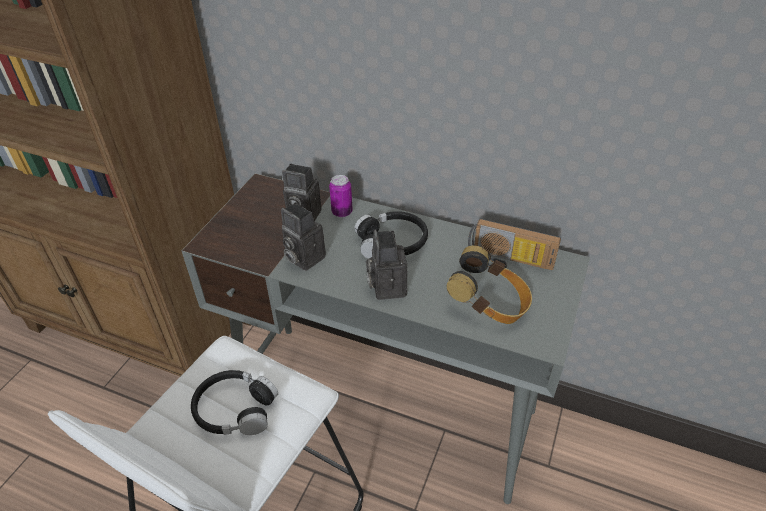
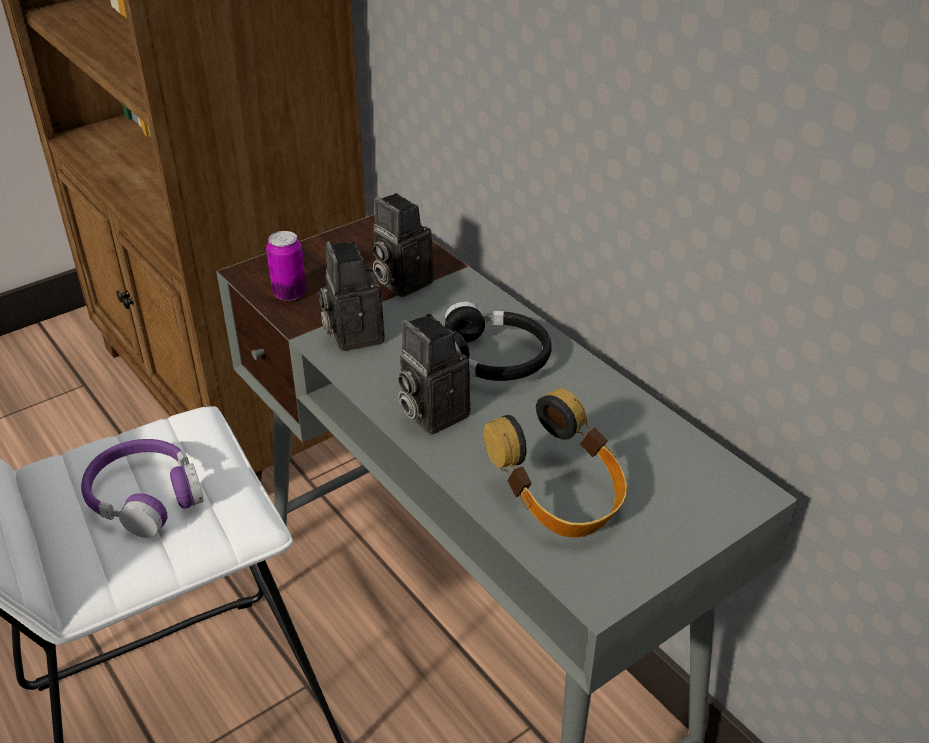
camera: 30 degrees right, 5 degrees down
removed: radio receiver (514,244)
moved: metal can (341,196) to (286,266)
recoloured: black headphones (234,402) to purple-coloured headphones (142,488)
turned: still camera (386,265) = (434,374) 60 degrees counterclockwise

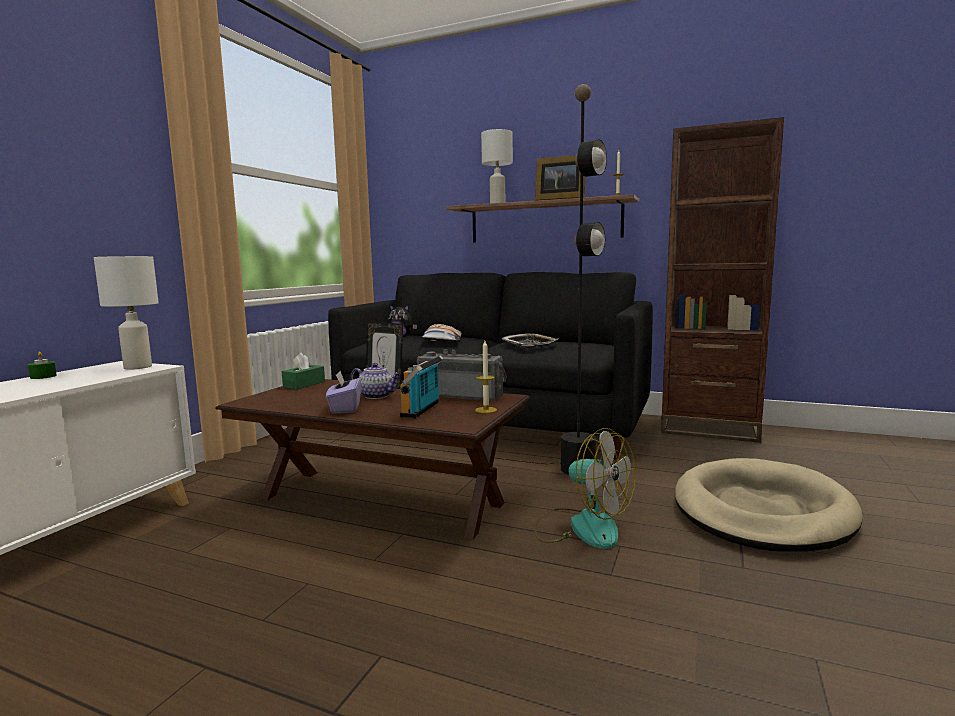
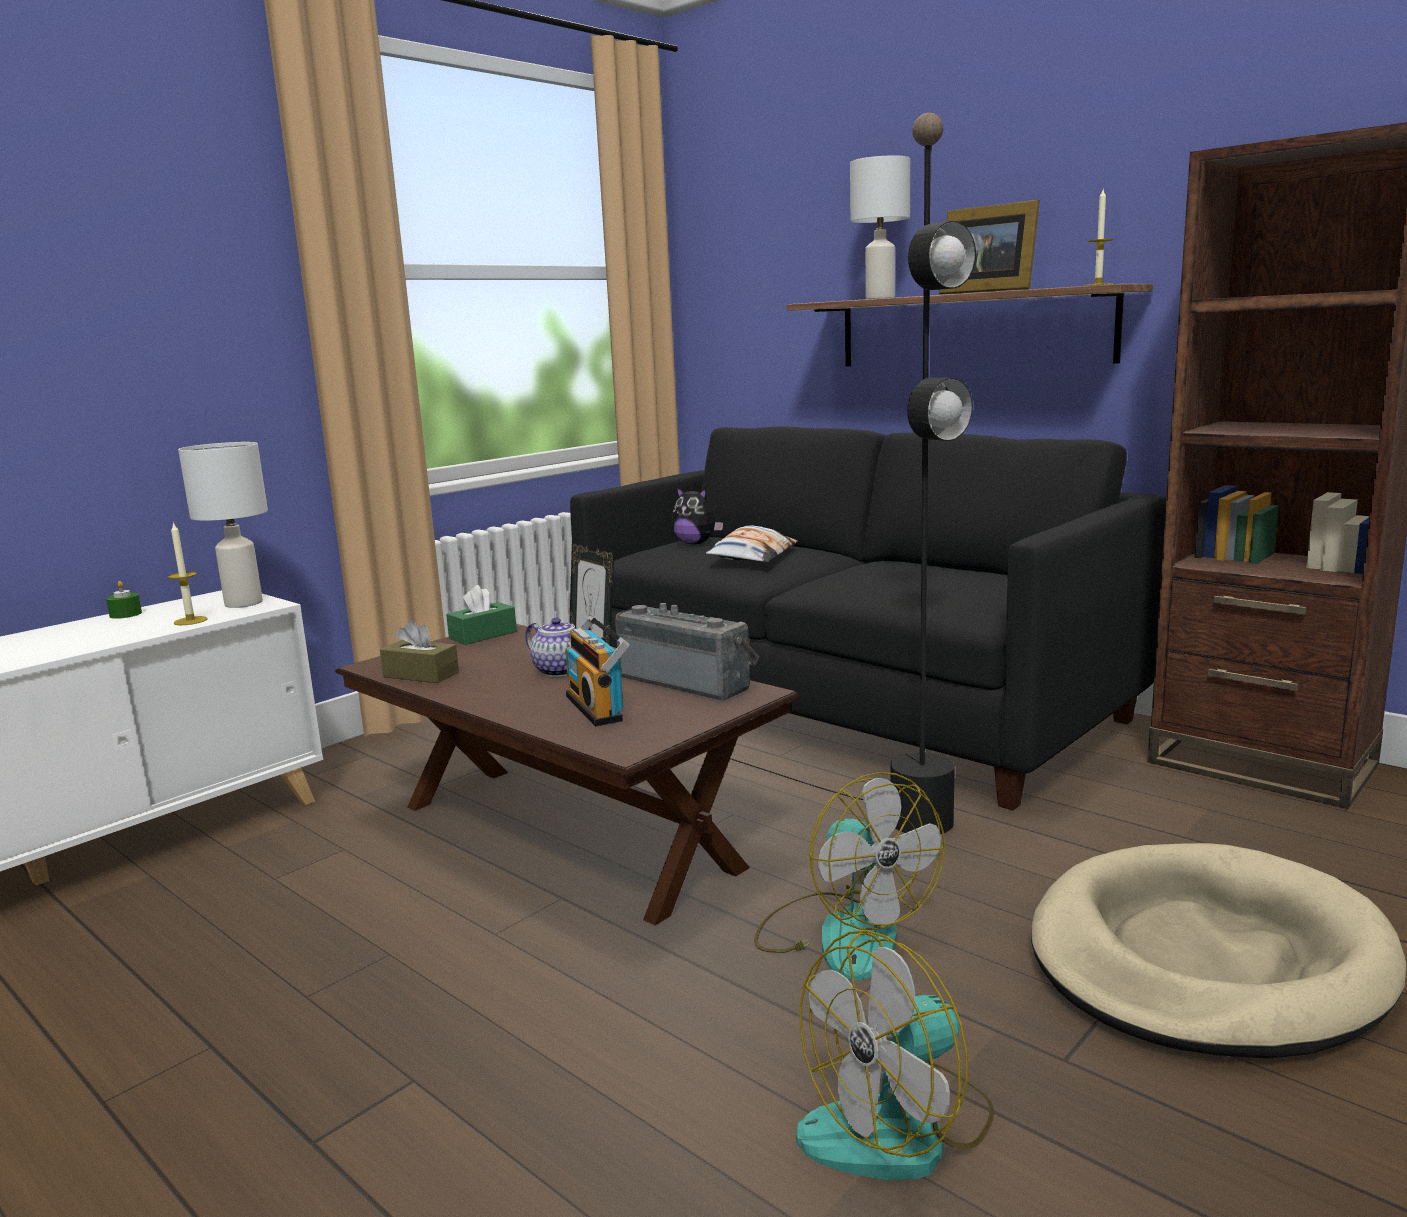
camera: 20 degrees right, 5 degrees up
removed: tray (529,340); purple-coloured tissue holder (343,392)
added: brown-coloured tissue holder (419,651); electric fan (895,1055)
moved: wax light (486,377) to (188,573)
turned: radio receiver (422,386) = (597,671) 60 degrees counterclockwise

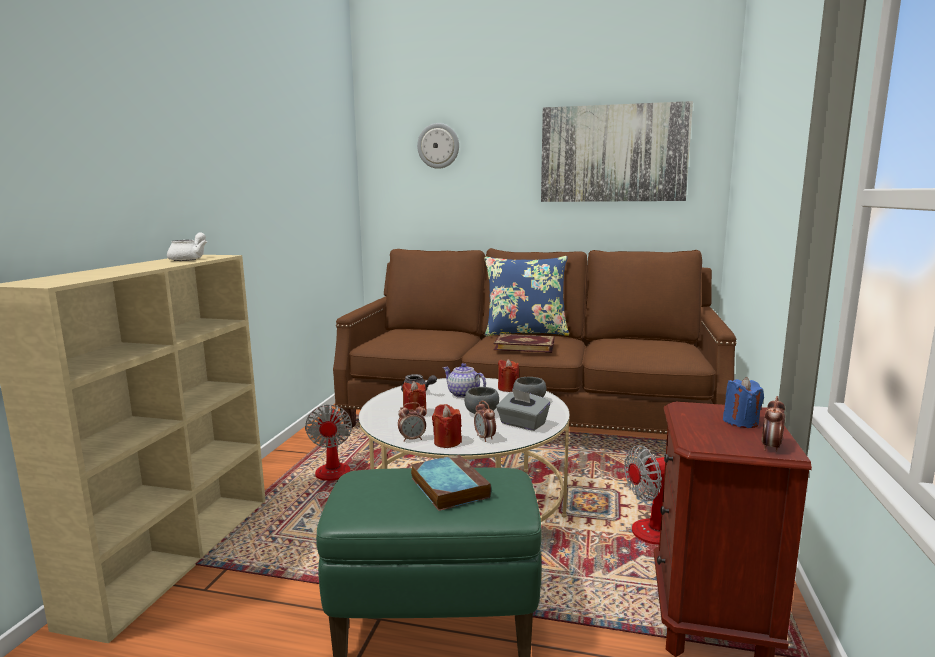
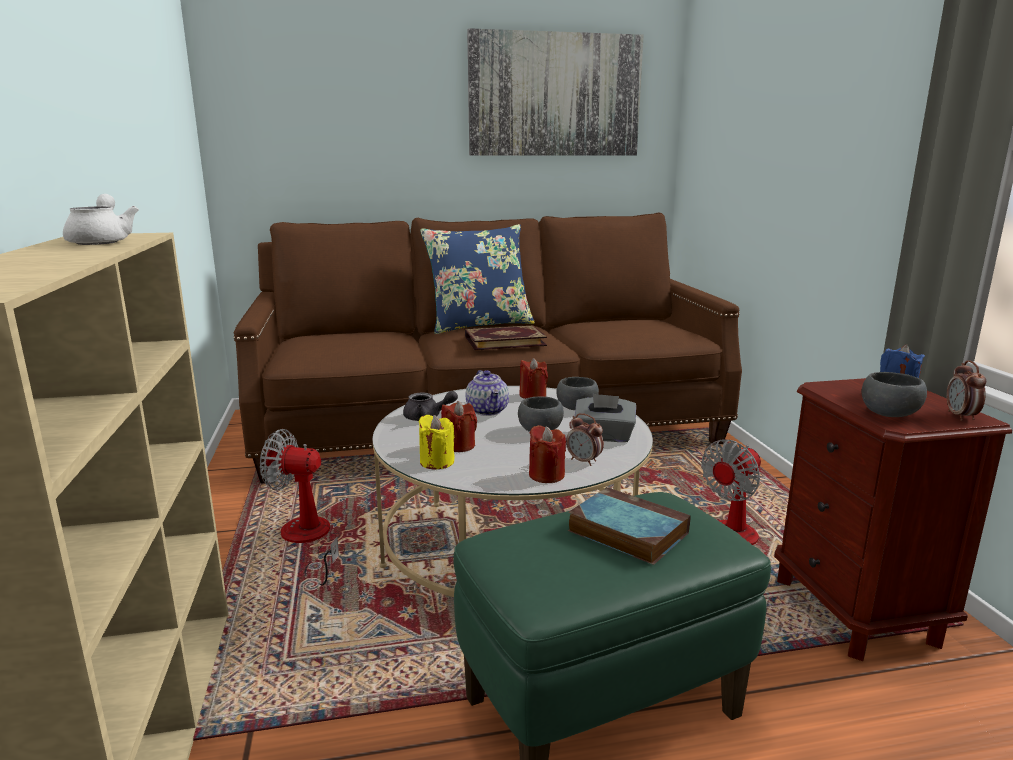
camera: 25 degrees left, 5 degrees up
removed: hanging clock (438,146); table clock (412,422)
added: gray deep dish (894,394); yellowish wax light (437,442)
turned: teapot (464,380) = (487,393) 120 degrees counterclockwise; electric fan (349,442) = (302,507) 135 degrees clockwise

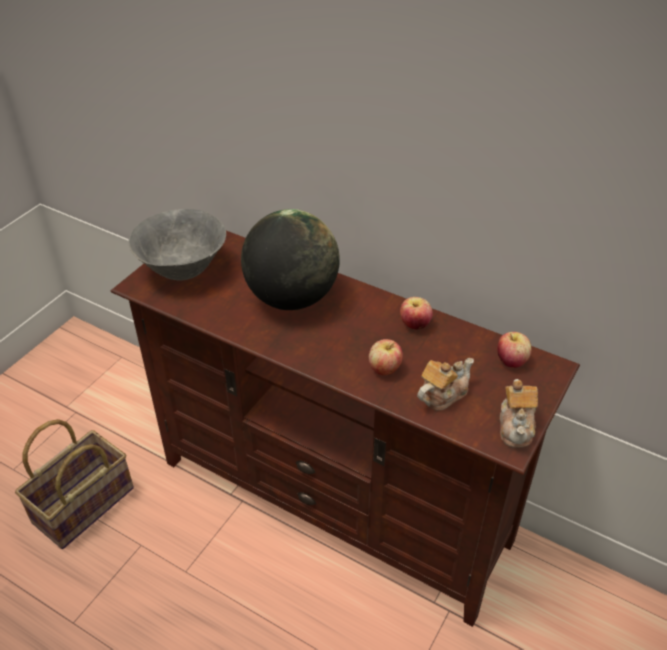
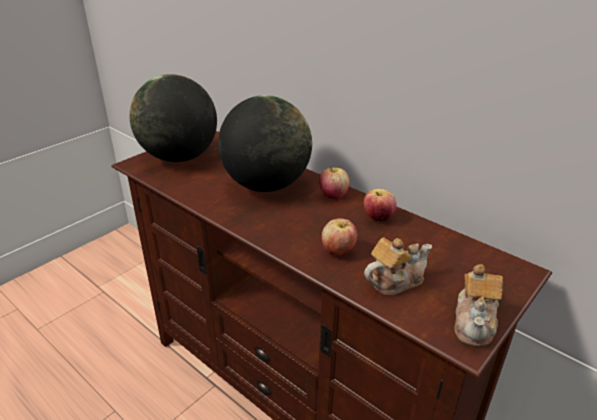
camera: 10 degrees right, 10 degrees down
removed: storage basket (74,484)
moved: apple (514,350) to (334,182)
replaced: gray deep dish (177,245) to globe (173,118)

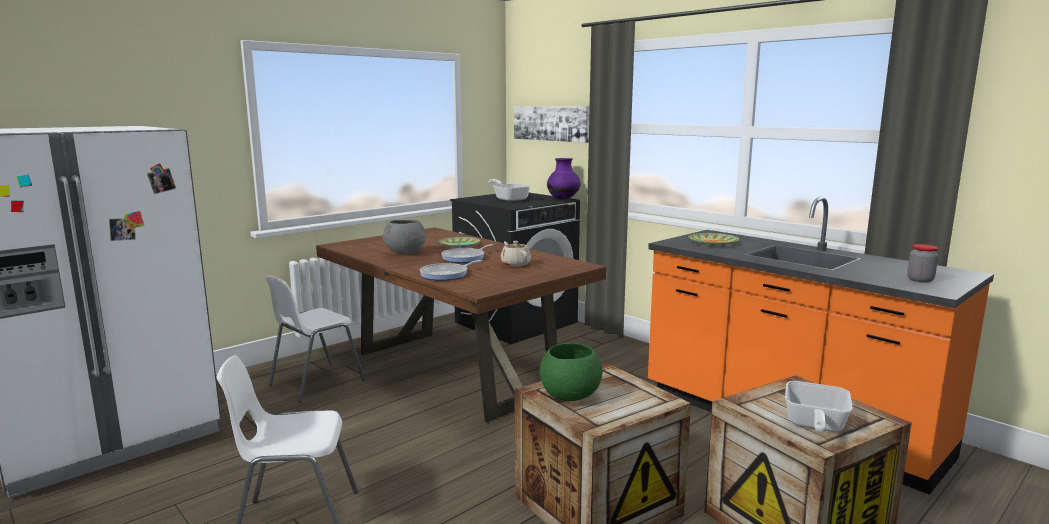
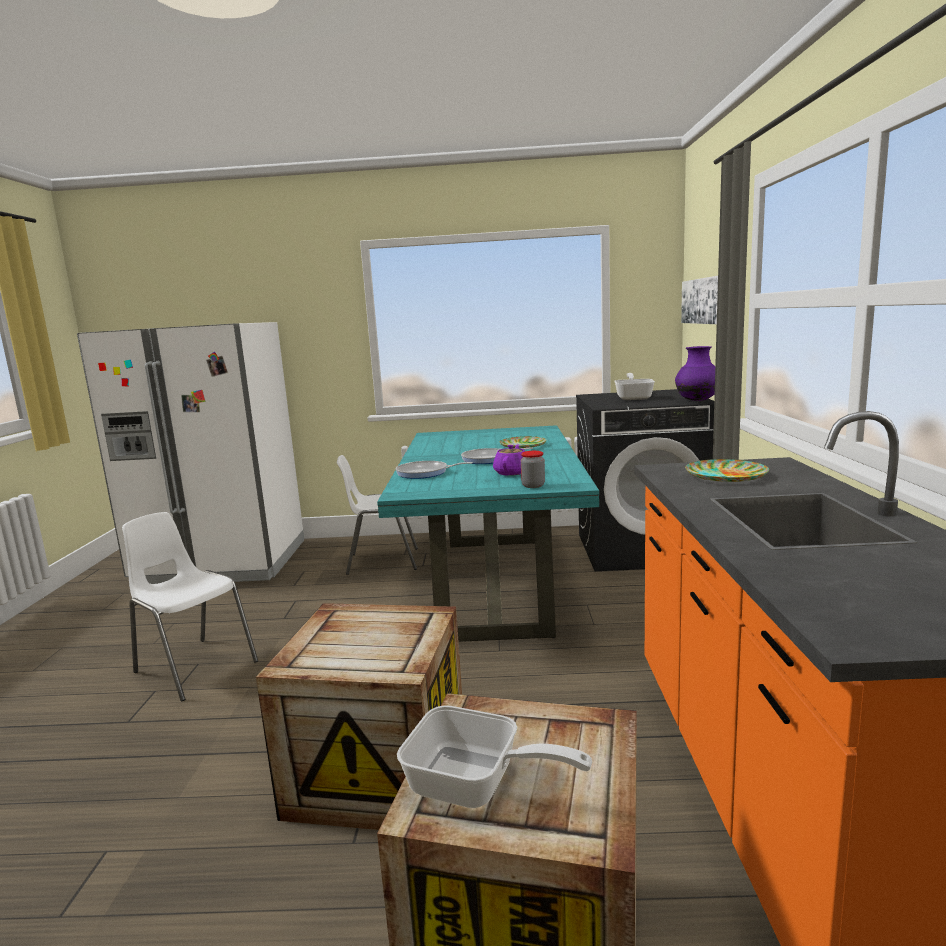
camera: 45 degrees right, 0 degrees up
removed: gray deep dish (404,237); greenish deep dish (571,372)
moved: preserve jar (923,263) to (533,469)
recoloured: brown-coloured dining table (461,325) to turquoise dining table (488,533); beige teapot (515,254) to purple-coloured teapot (509,460)
turned: frying pan (819,406) = (494,756) 135 degrees counterclockwise

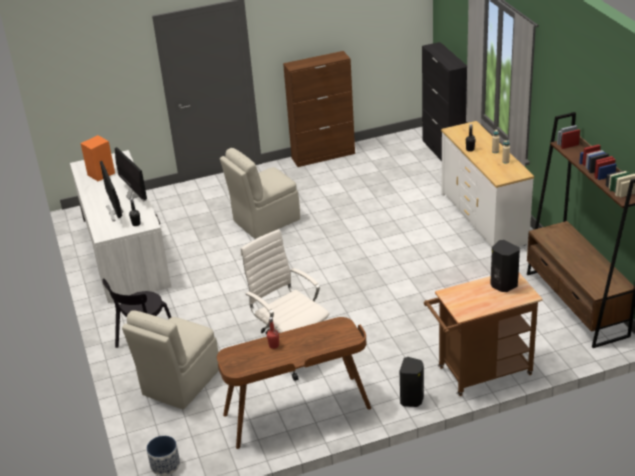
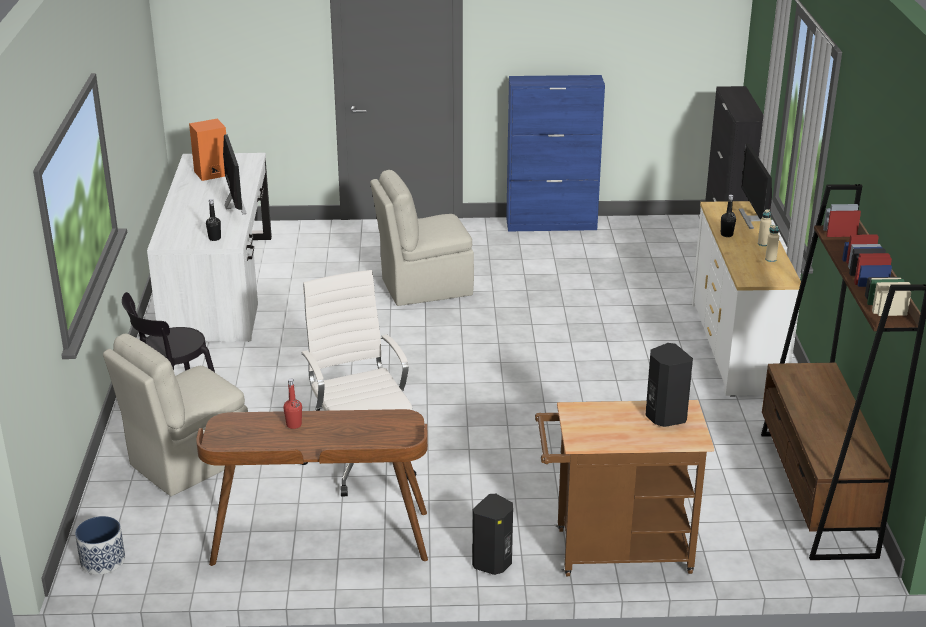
camera: 15 degrees right, 5 degrees down
moved: computer display (111,191) to (755,186)
recoloured: brown-coloured storage cabinet (319,109) to blue storage cabinet (555,153)

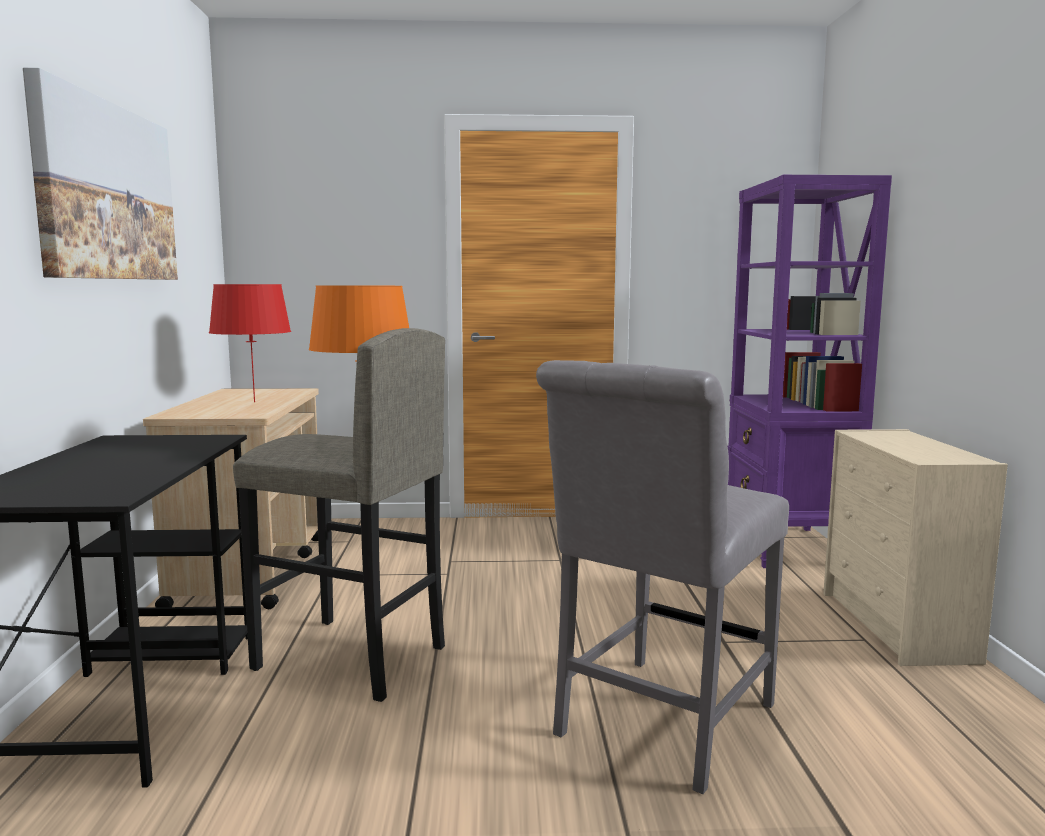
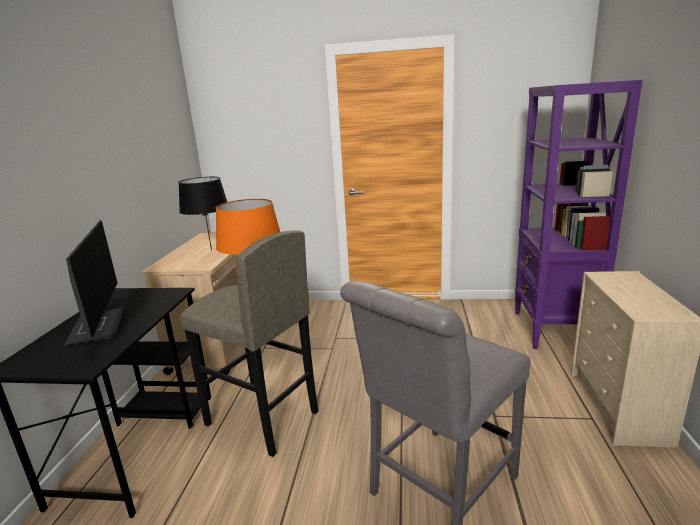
camera: 10 degrees right, 10 degrees up
removed: wall art (100,174)
added: computer display (94,283)
recoloured: reddish lamp for a table (250,343) to black lamp for a table (202,213)

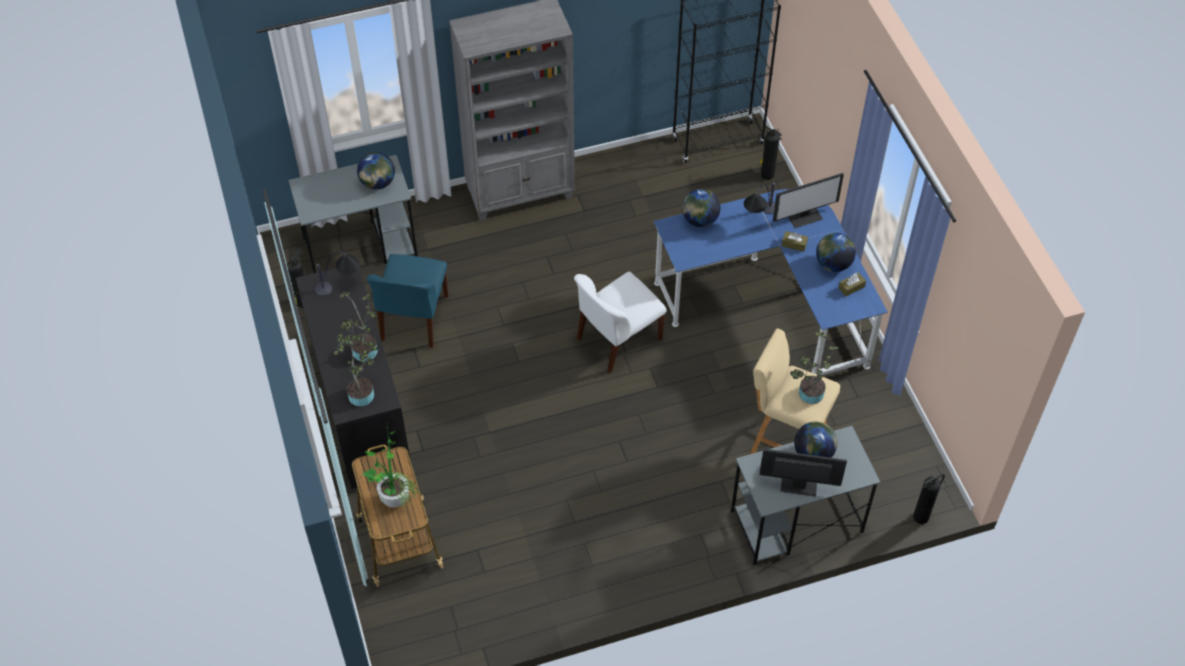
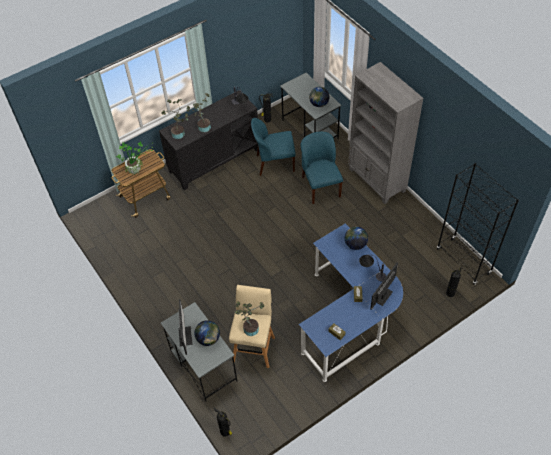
camera: 75 degrees right, 0 degrees up
removed: globe (836,252); whitish chair (620,322)
added: blue chair (322,168)
turned: computer display (808,200) = (384,286) 75 degrees clockwise

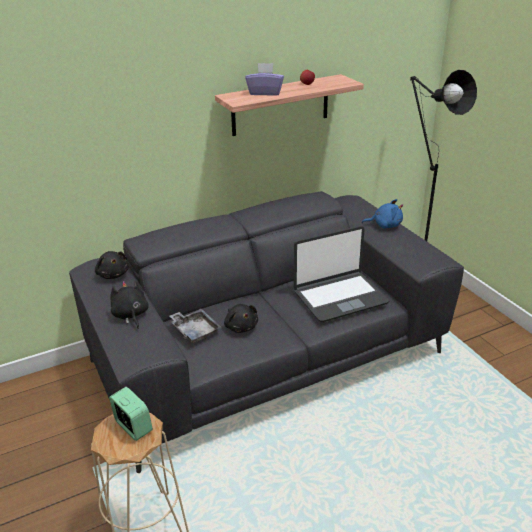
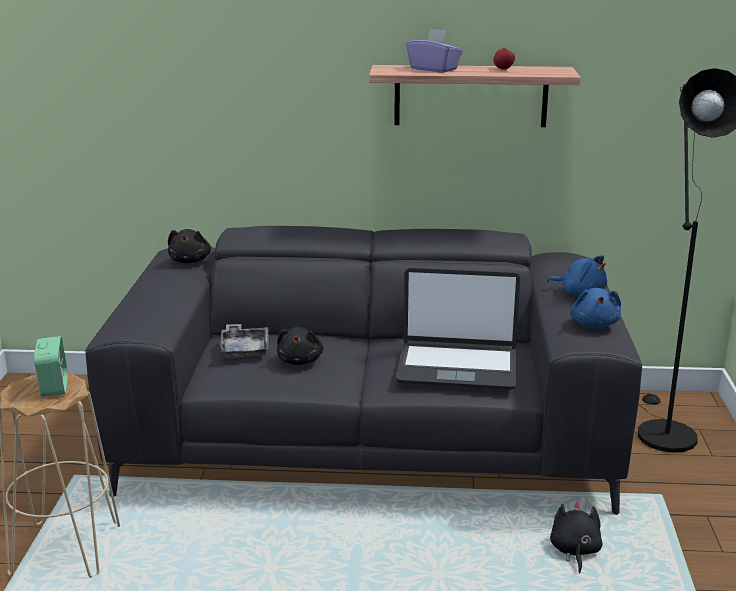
camera: 30 degrees right, 10 degrees down
added: blue soft toy (595,308)
moved: black soft toy (129,305) to (576,537)

